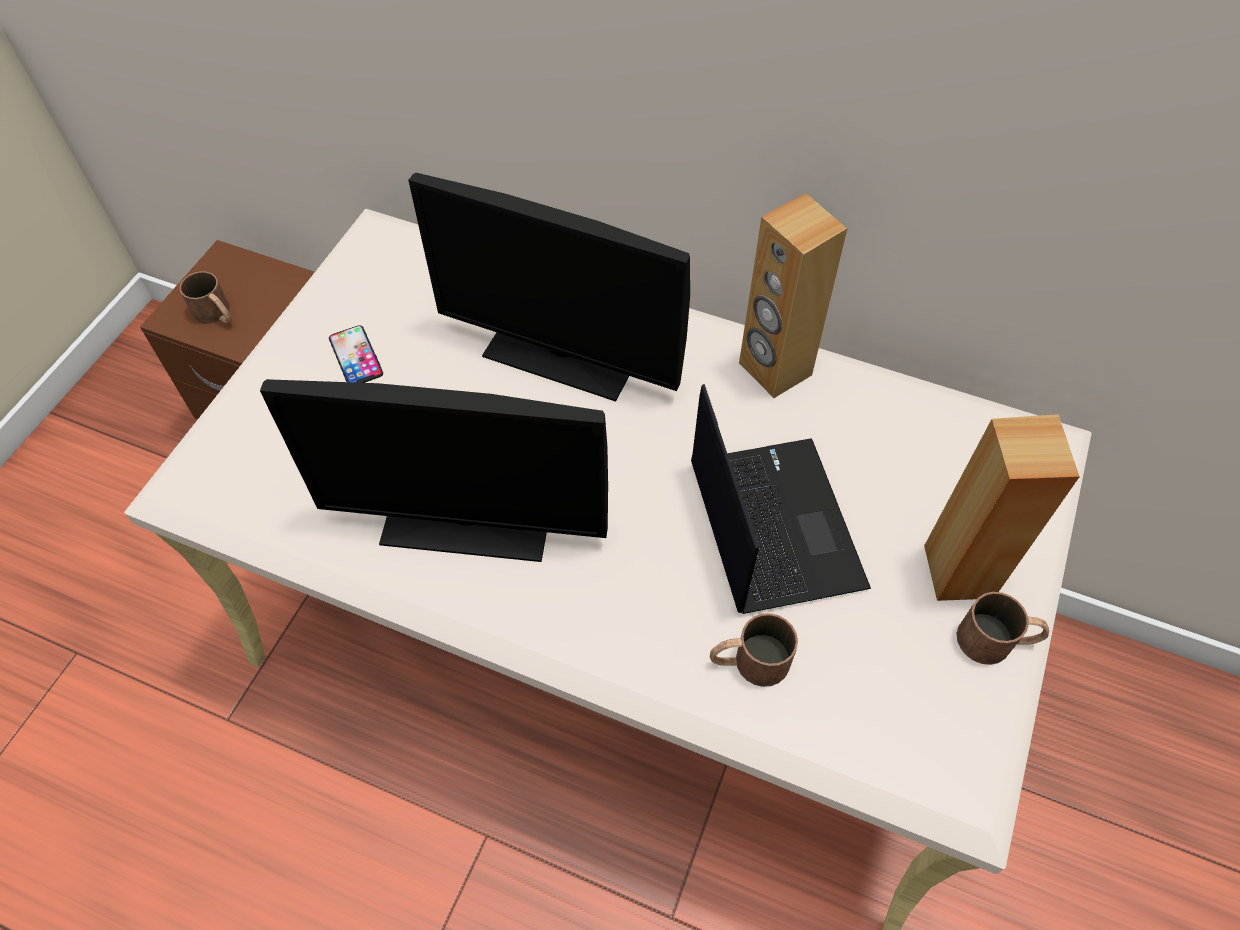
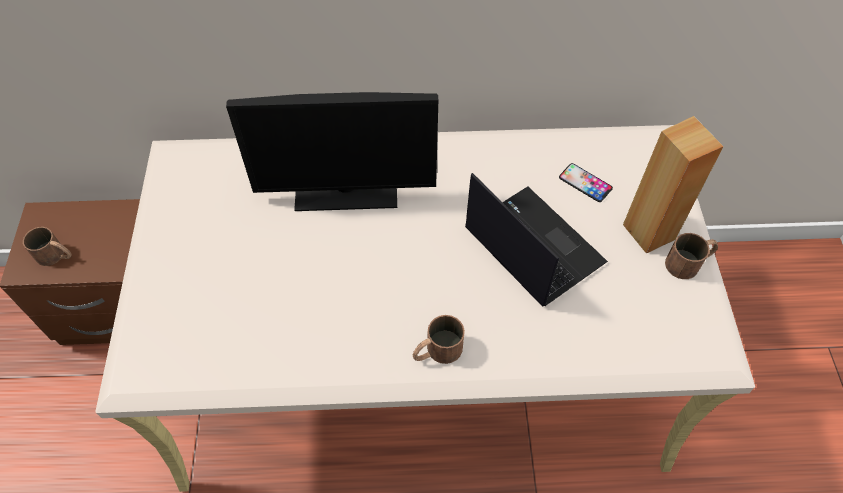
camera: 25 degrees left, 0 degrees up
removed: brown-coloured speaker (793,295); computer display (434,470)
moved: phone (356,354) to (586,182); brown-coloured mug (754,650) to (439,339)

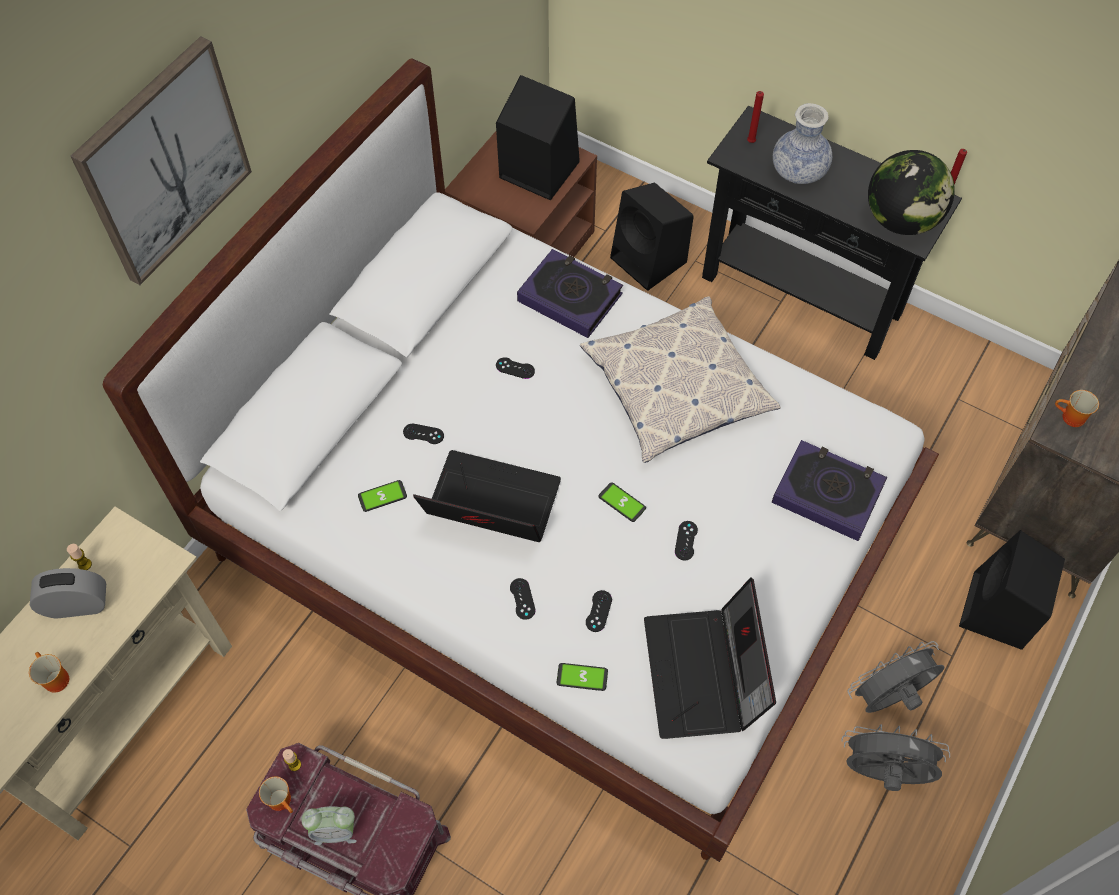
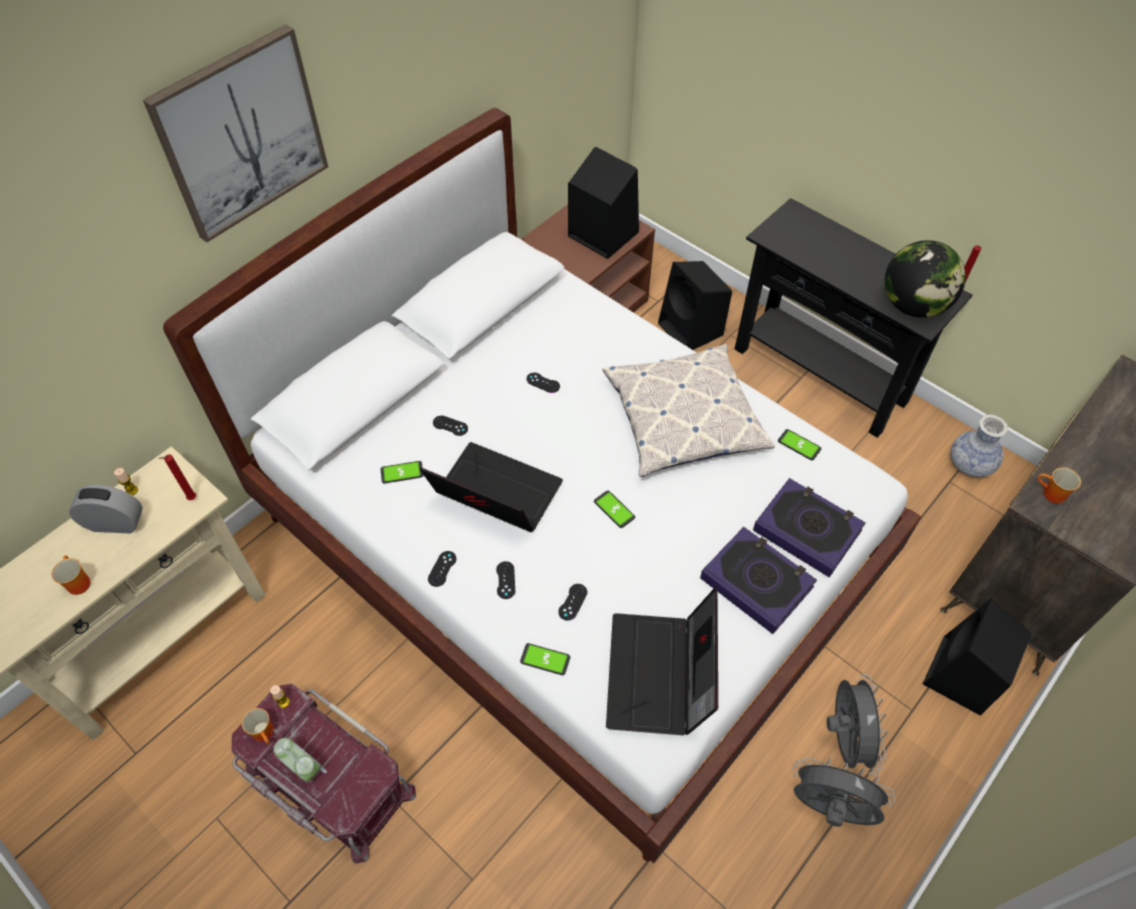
camera: 10 degrees right, 5 degrees down
added: phone (799,444)
moved: reddish wax light (755,117) to (177,477); vase (802,143) to (979,446); bound book (570,293) to (758,580); black game controller (686,540) to (442,569)
turned: gray electric fan (896,677) = (857,724) 105 degrees clockwise; table clock (329,825) = (300,760) 150 degrees counterclockwise

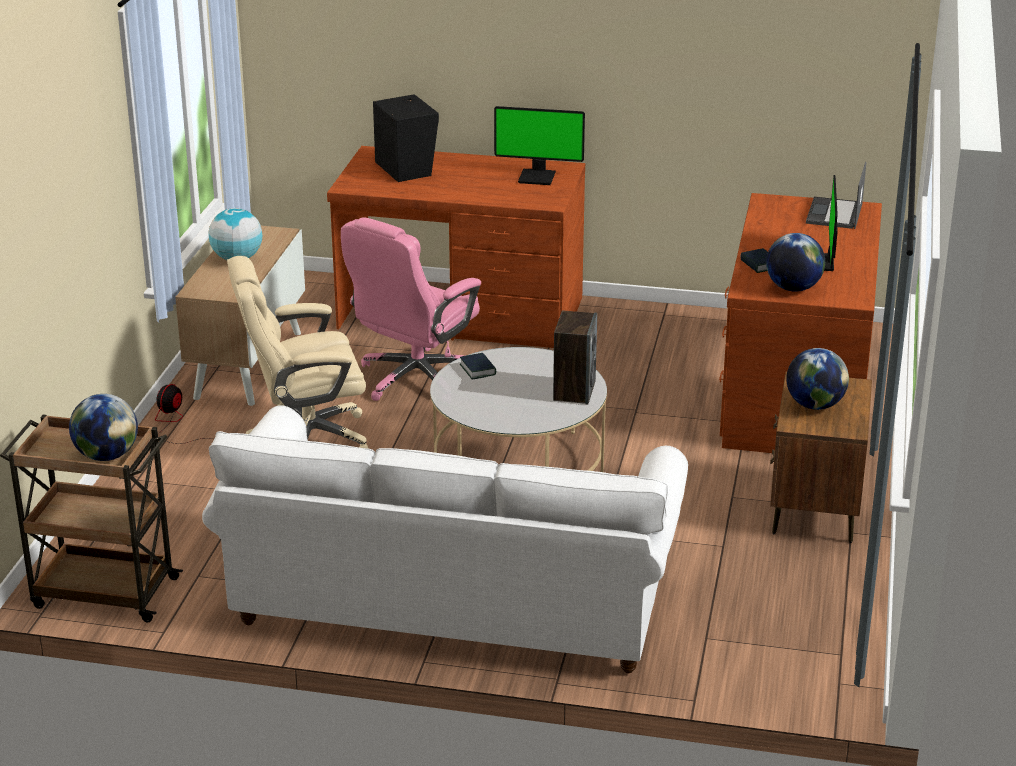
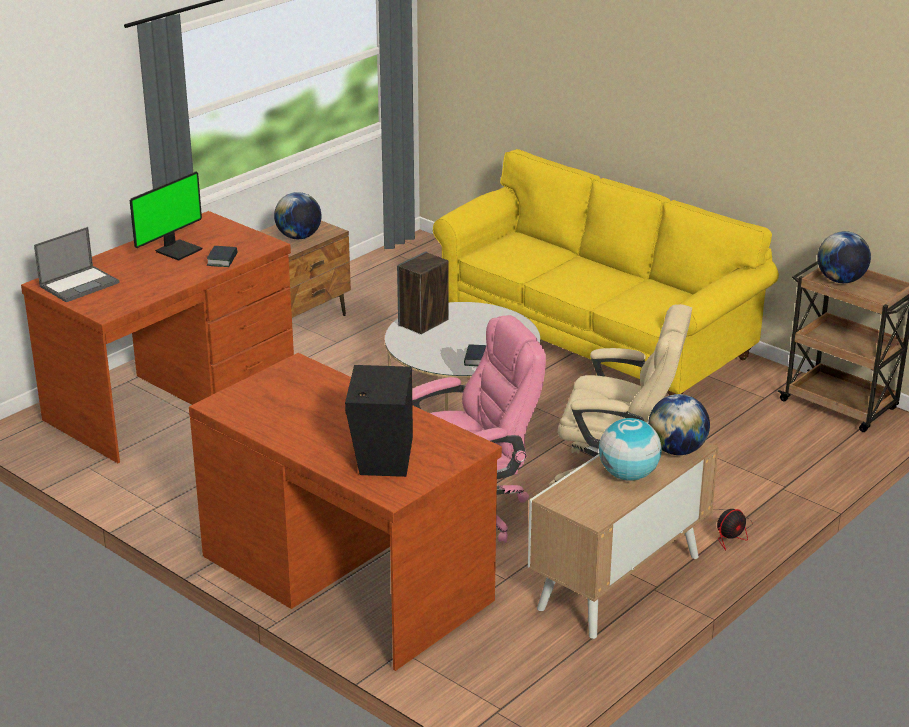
camera: 150 degrees left, 0 degrees up
removed: computer display (539,145)
moved: globe (795,262) to (679,424)
recoloured: whitish sofa (445,539) to yellowish sofa (606,272)

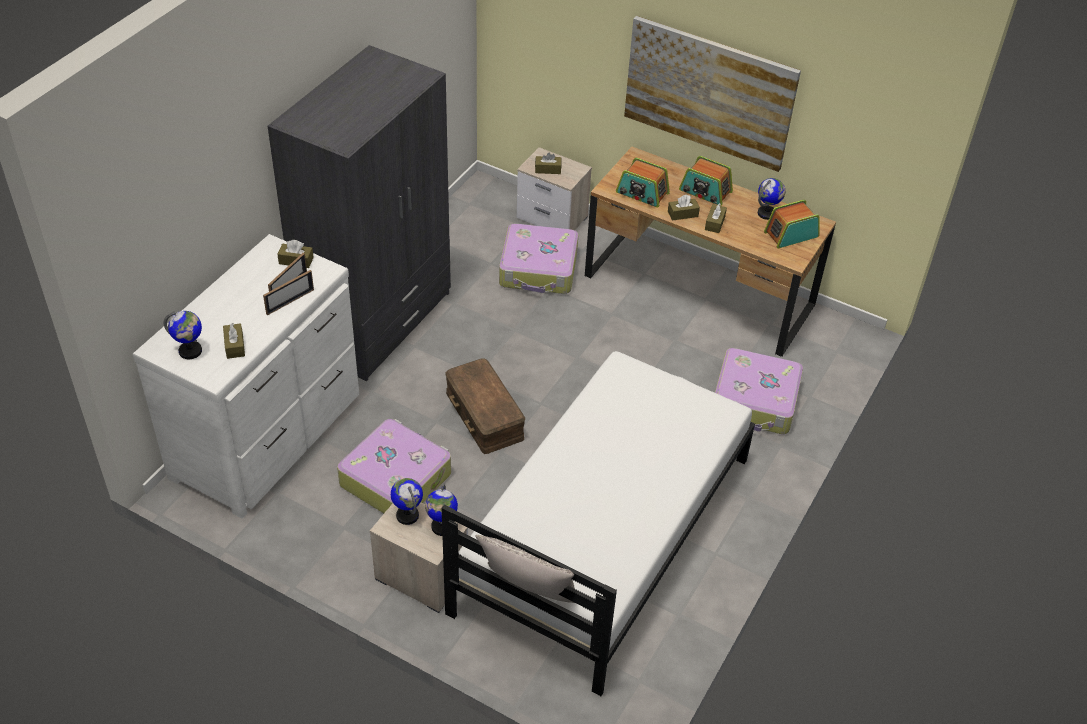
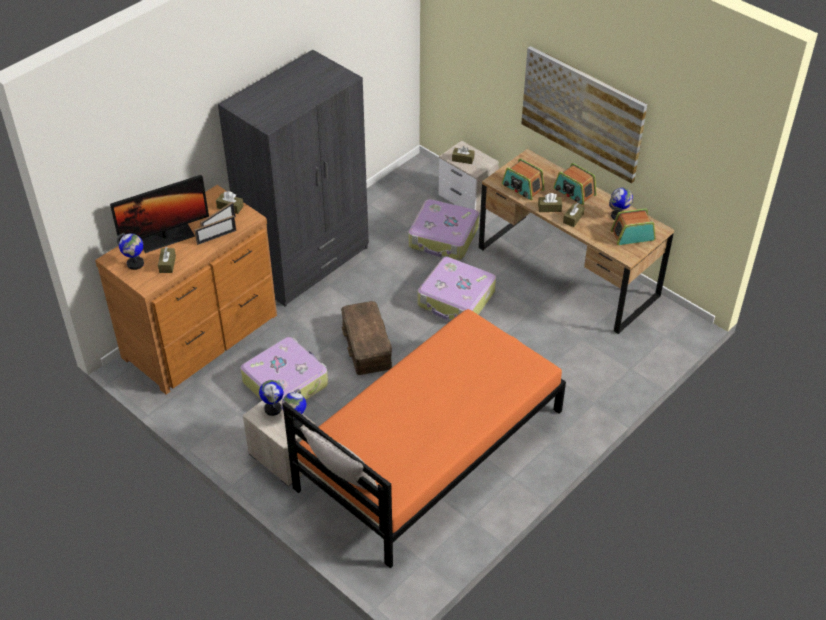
camera: 15 degrees right, 0 degrees up
added: computer display (159,214)
moved: travel case (759,391) to (457,288)
recoloured: whitish dresser (246,376) to brown-coloured dresser (186,290); whitish sleeping bed (598,523) to orange-coloured sleeping bed (424,438)

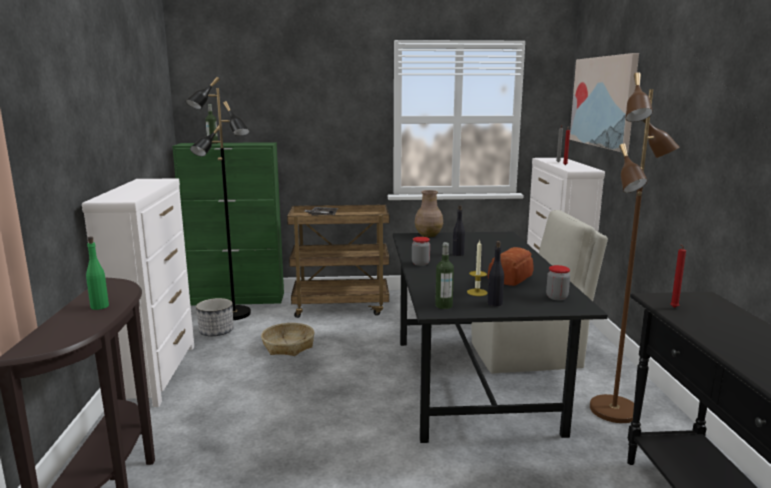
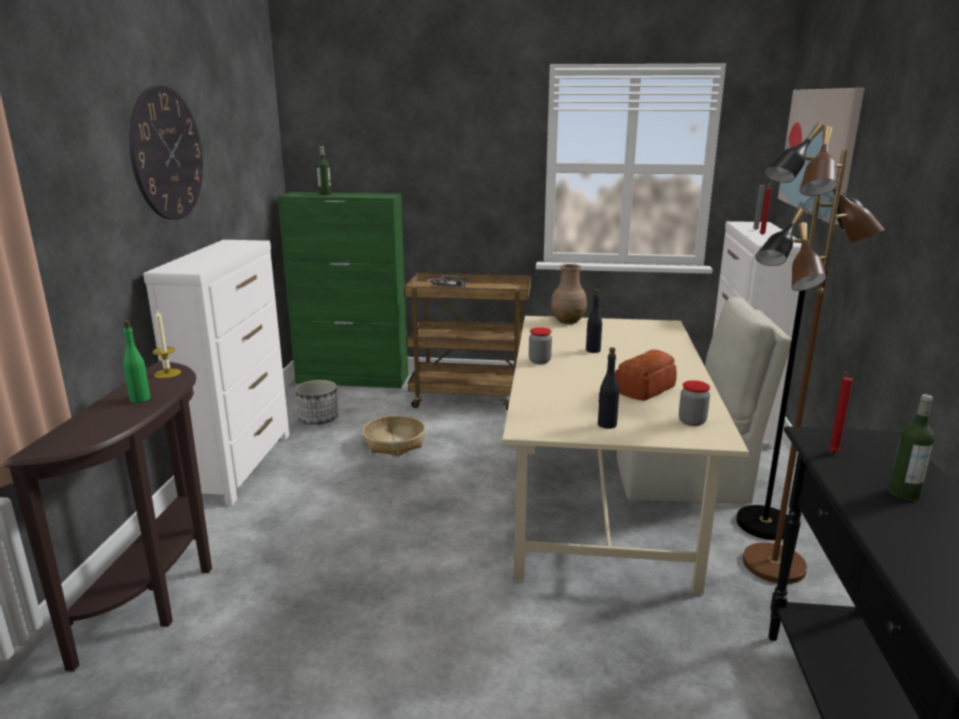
camera: 10 degrees right, 5 degrees up
added: hanging clock (166,152)
moved: black standard lamp (218,198) to (800,331); wax light (477,268) to (166,344); bottle (444,275) to (912,447)
recoloured: black dining table (500,337) to beige dining table (625,455)

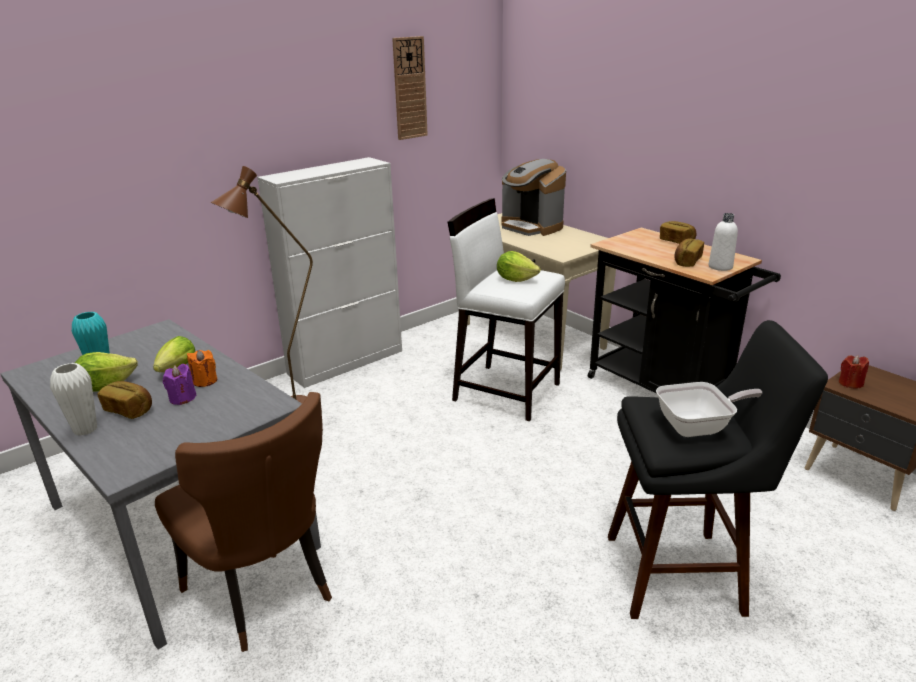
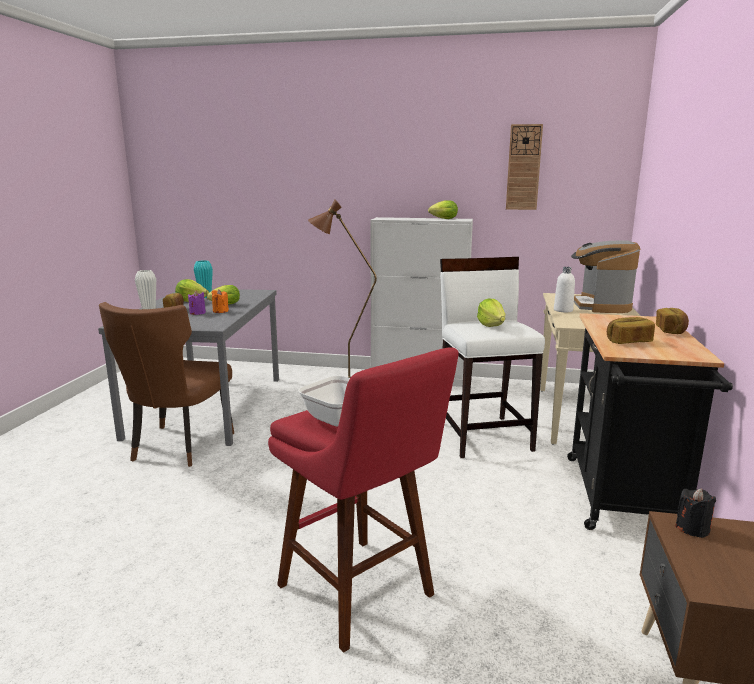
camera: 50 degrees right, 10 degrees down
added: lettuce head (443,209)
moved: whitish bottle (723,242) to (564,289)
recoloured: black stool (718,469) to reddish stool (363,500); reddish wax light (854,372) to black wax light (695,513)

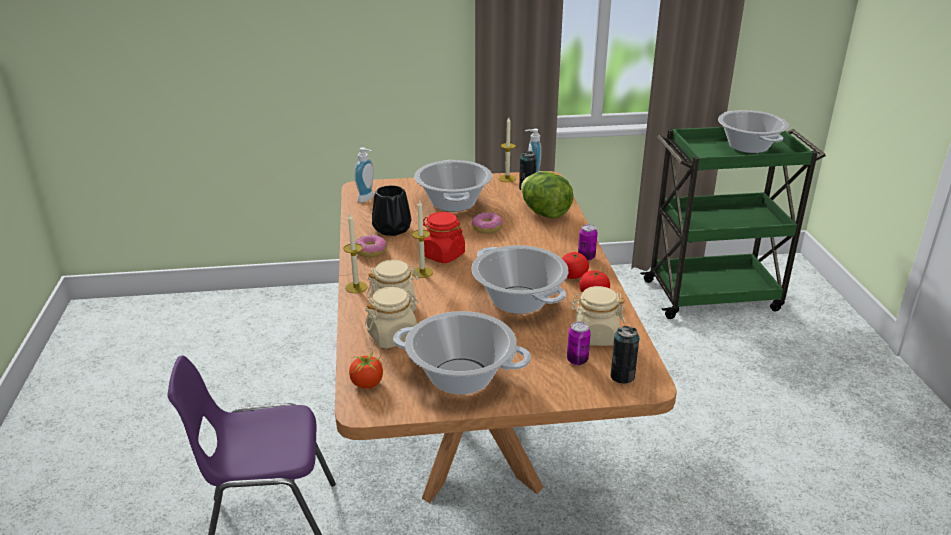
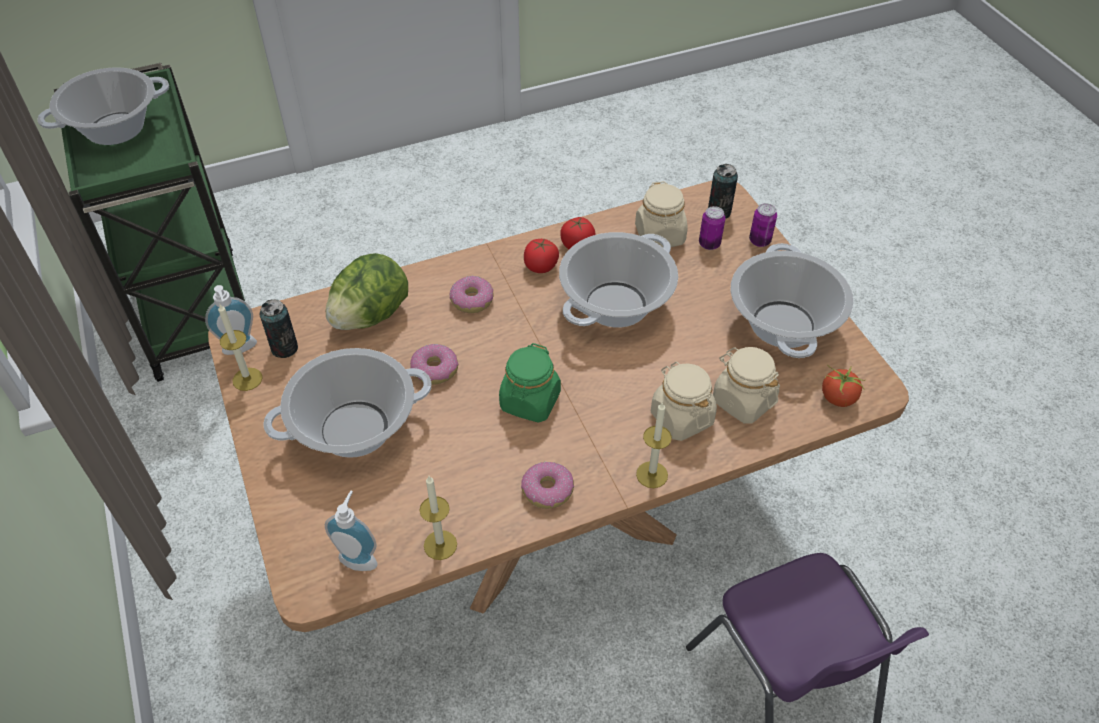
camera: 105 degrees left, 20 degrees up
removed: black vase (391,210)
added: donut (471,294)
moved: wax light (422,239) to (438,518); metal can (587,242) to (763,225)
recoloured: reddish preserve jar (444,237) to greenish preserve jar (530,383)

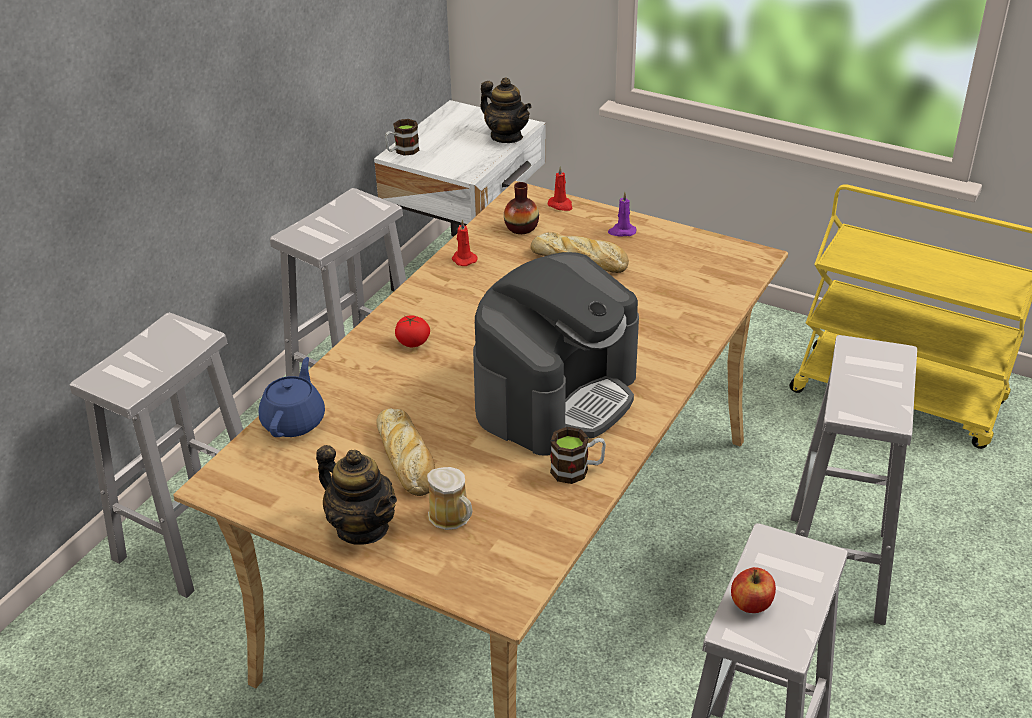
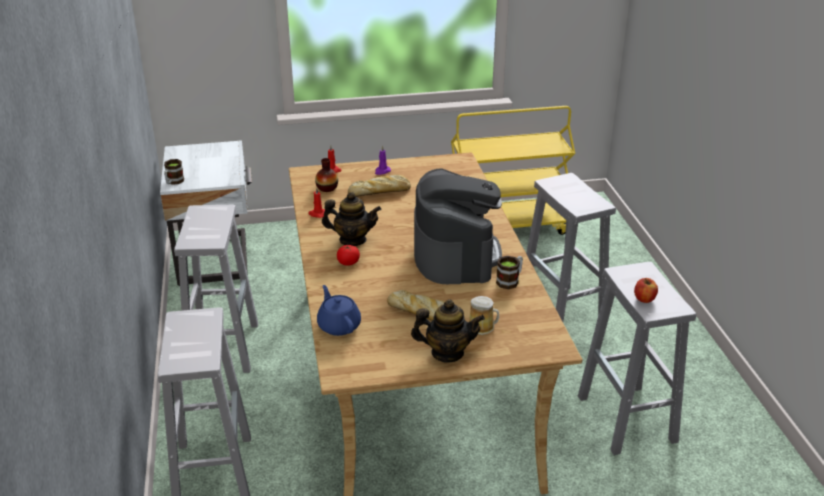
camera: 40 degrees left, 5 degrees down
moved: teapot (506,110) to (351,219)

